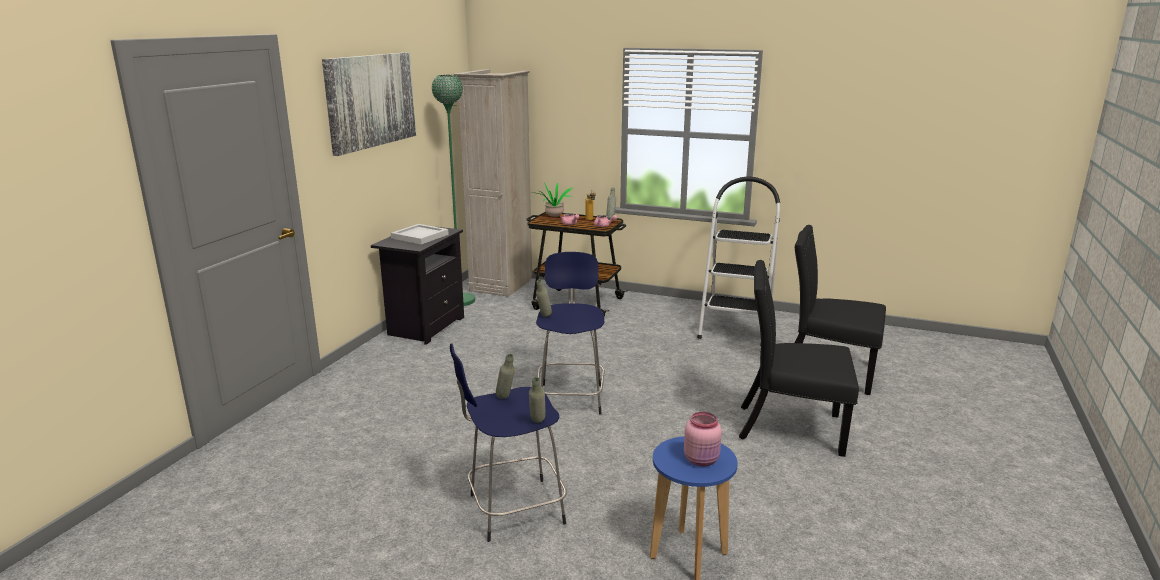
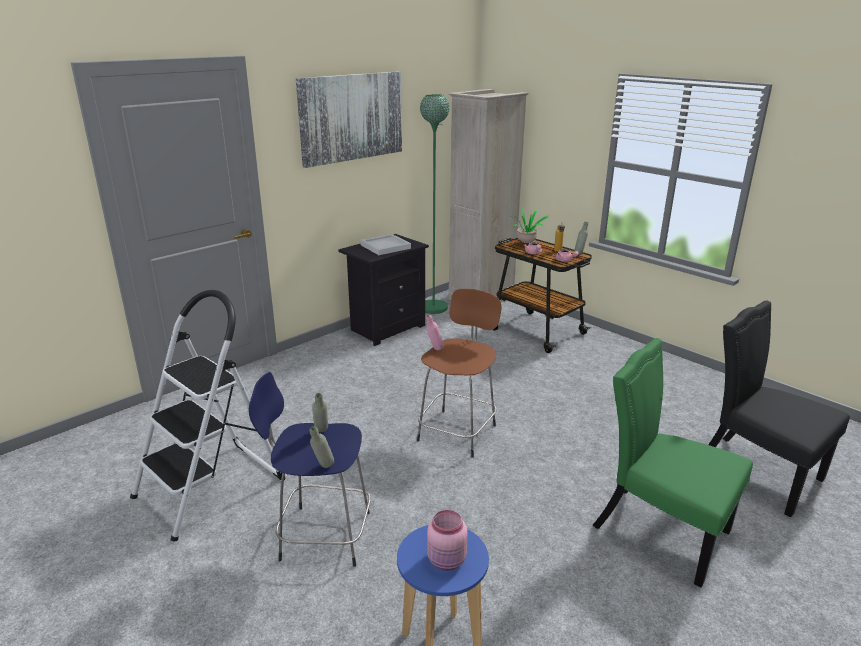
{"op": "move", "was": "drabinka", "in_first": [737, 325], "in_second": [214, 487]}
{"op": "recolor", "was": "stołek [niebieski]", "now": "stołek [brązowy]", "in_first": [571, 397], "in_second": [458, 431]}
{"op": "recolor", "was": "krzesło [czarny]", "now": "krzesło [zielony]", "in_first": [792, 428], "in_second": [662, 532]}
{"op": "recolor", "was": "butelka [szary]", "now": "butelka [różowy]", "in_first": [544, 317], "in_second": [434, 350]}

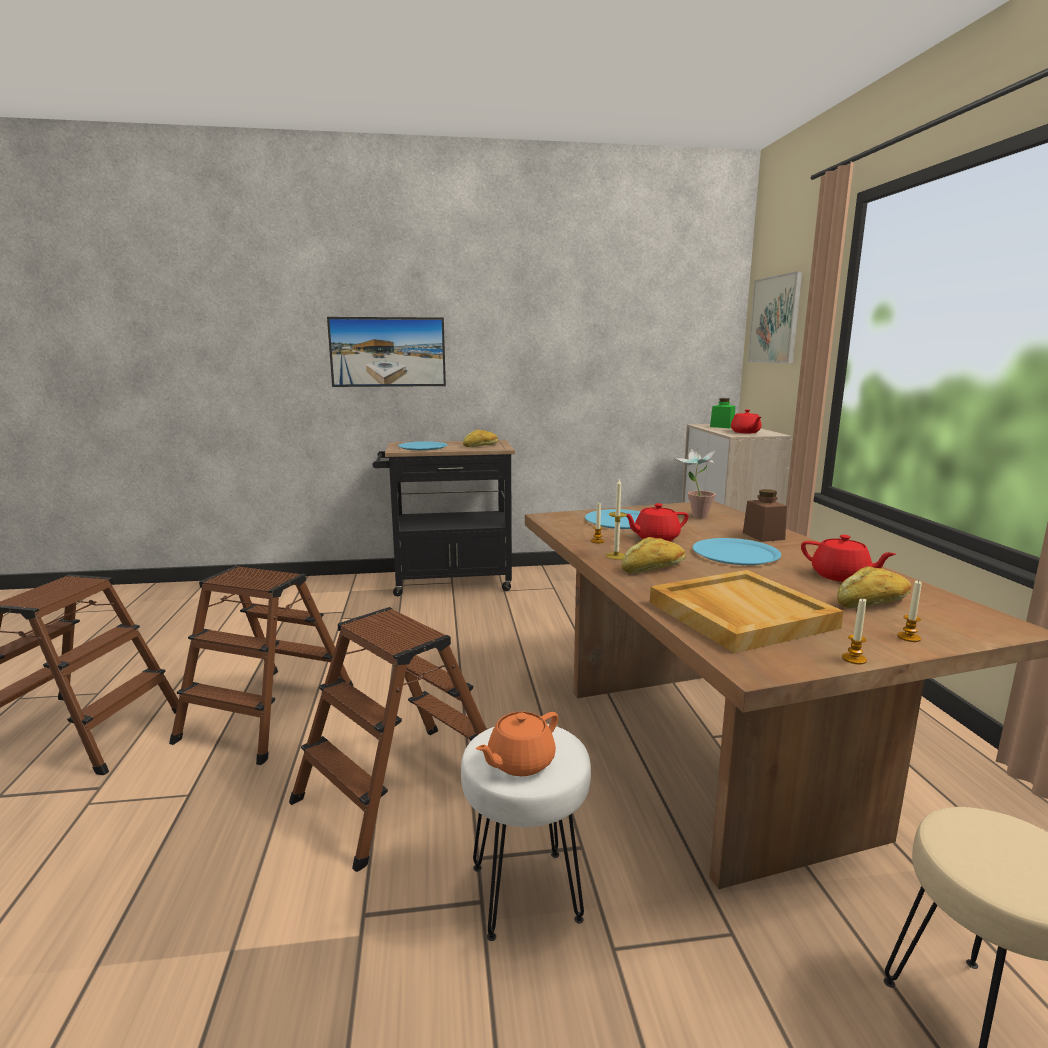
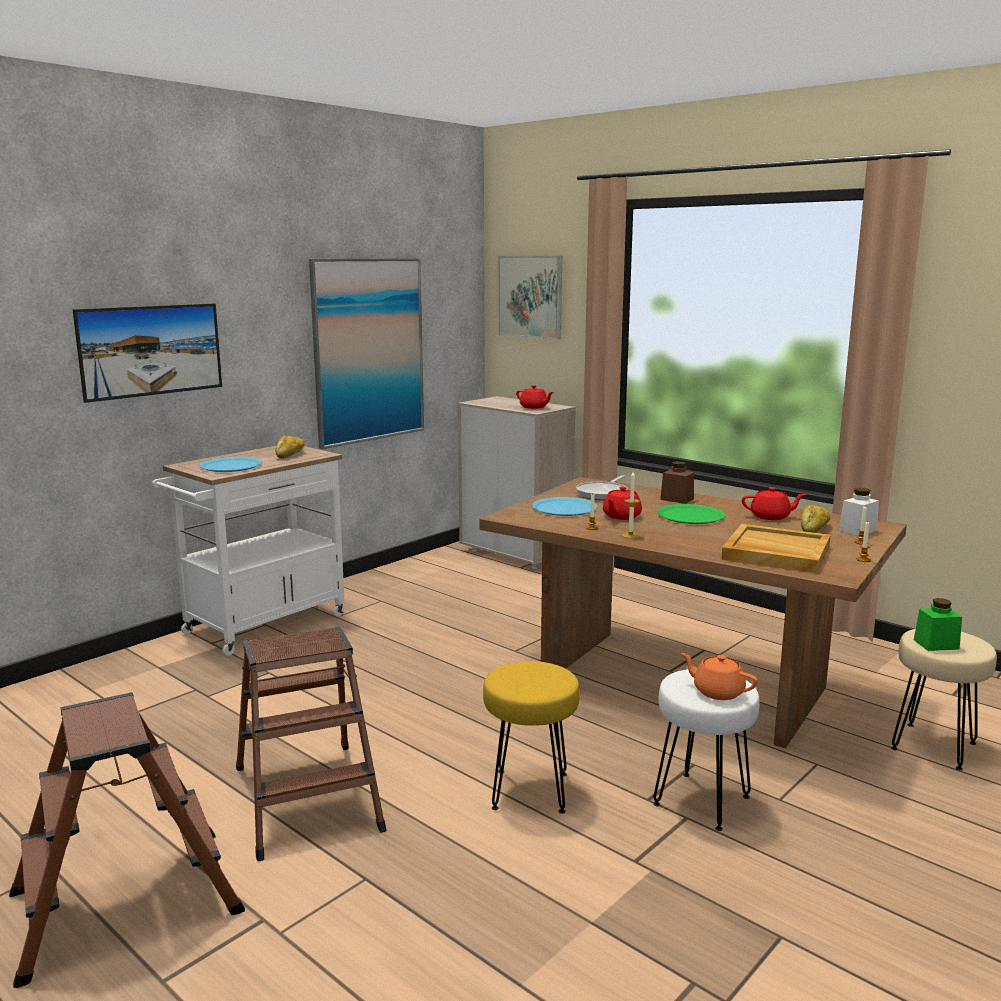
{"op": "move", "was": "słoik [zielony]", "in_first": [722, 427], "in_second": [936, 644]}
{"op": "recolor", "was": "wózek [czarny]", "now": "wózek [biały]", "in_first": [448, 582], "in_second": [261, 625]}
{"op": "replace", "was": "roślina doniczkowa", "now": "patelnia", "in_first": [694, 517], "in_second": [603, 493]}
{"op": "delete", "was": "chleb", "in_first": [653, 568]}
{"op": "recolor", "was": "talerz [niebieski]", "now": "talerz [zielony]", "in_first": [736, 553], "in_second": [691, 516]}
{"op": "replace", "was": "drabinka [brązowy]", "now": "stołek [żółty]", "in_first": [402, 789], "in_second": [531, 790]}
{"op": "rotate", "was": "imbryk [pomarańczowy]", "in_first": [519, 762], "in_second": [717, 692], "clockwise": 120}
{"op": "insert", "now": "obraz", "in_second": [368, 350]}
{"op": "insert", "now": "słoik [biały]", "in_second": [857, 530]}

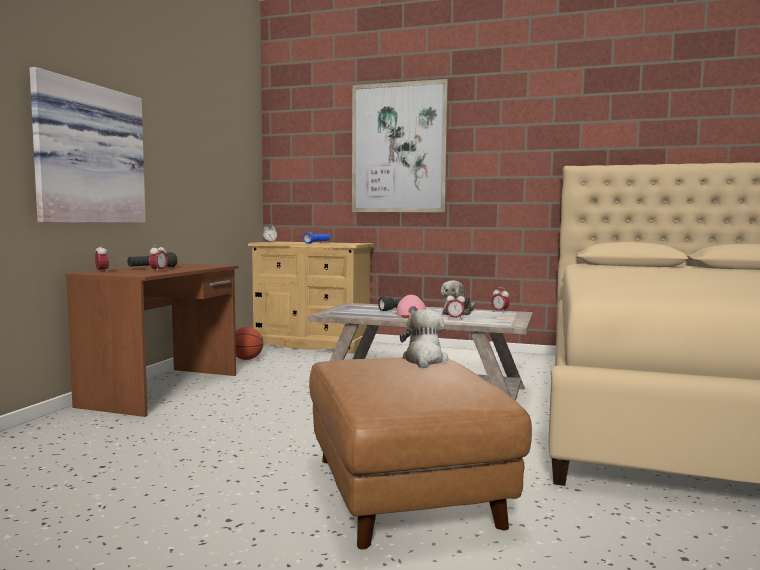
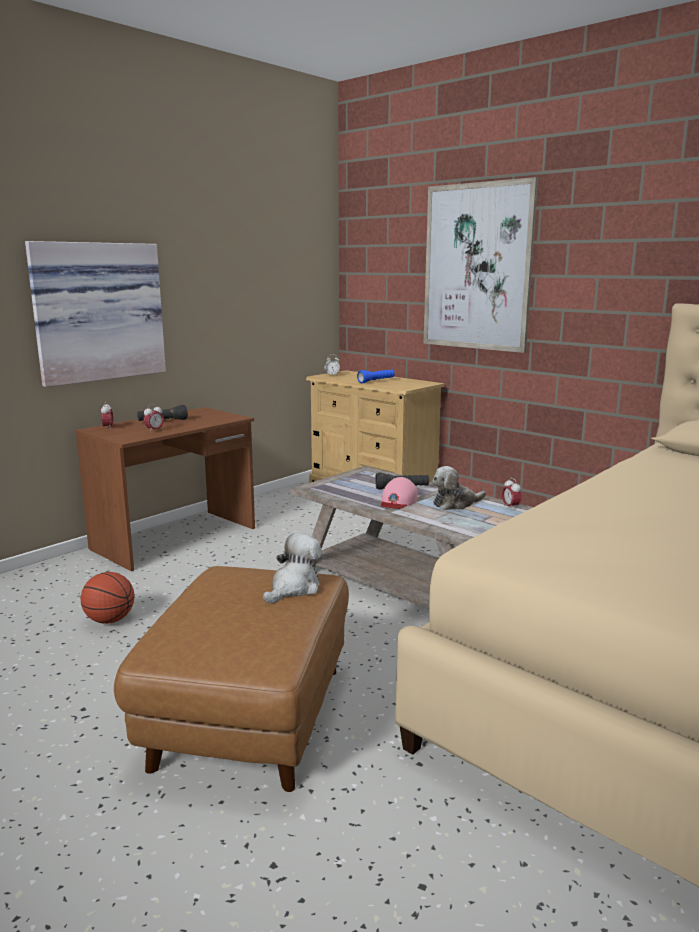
{"op": "delete", "was": "budzik", "in_first": [455, 319]}
{"op": "move", "was": "piłka do koszykówki", "in_first": [246, 359], "in_second": [110, 620]}

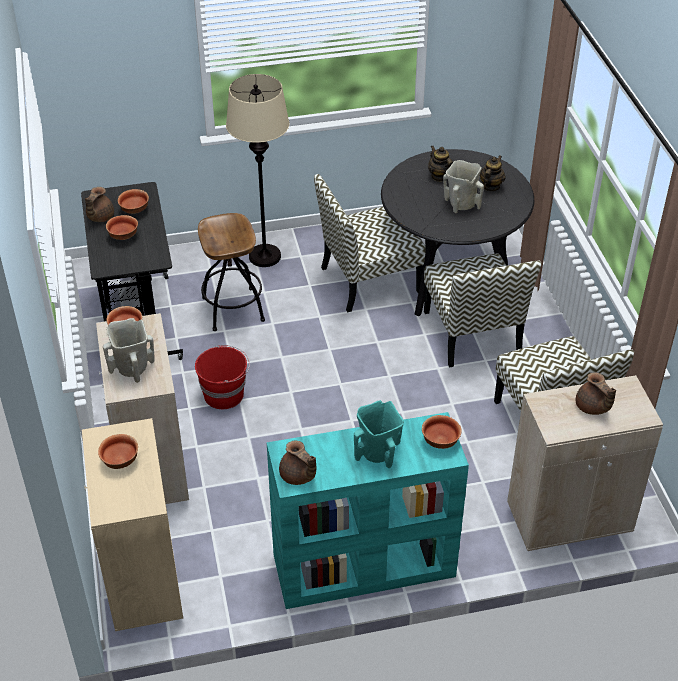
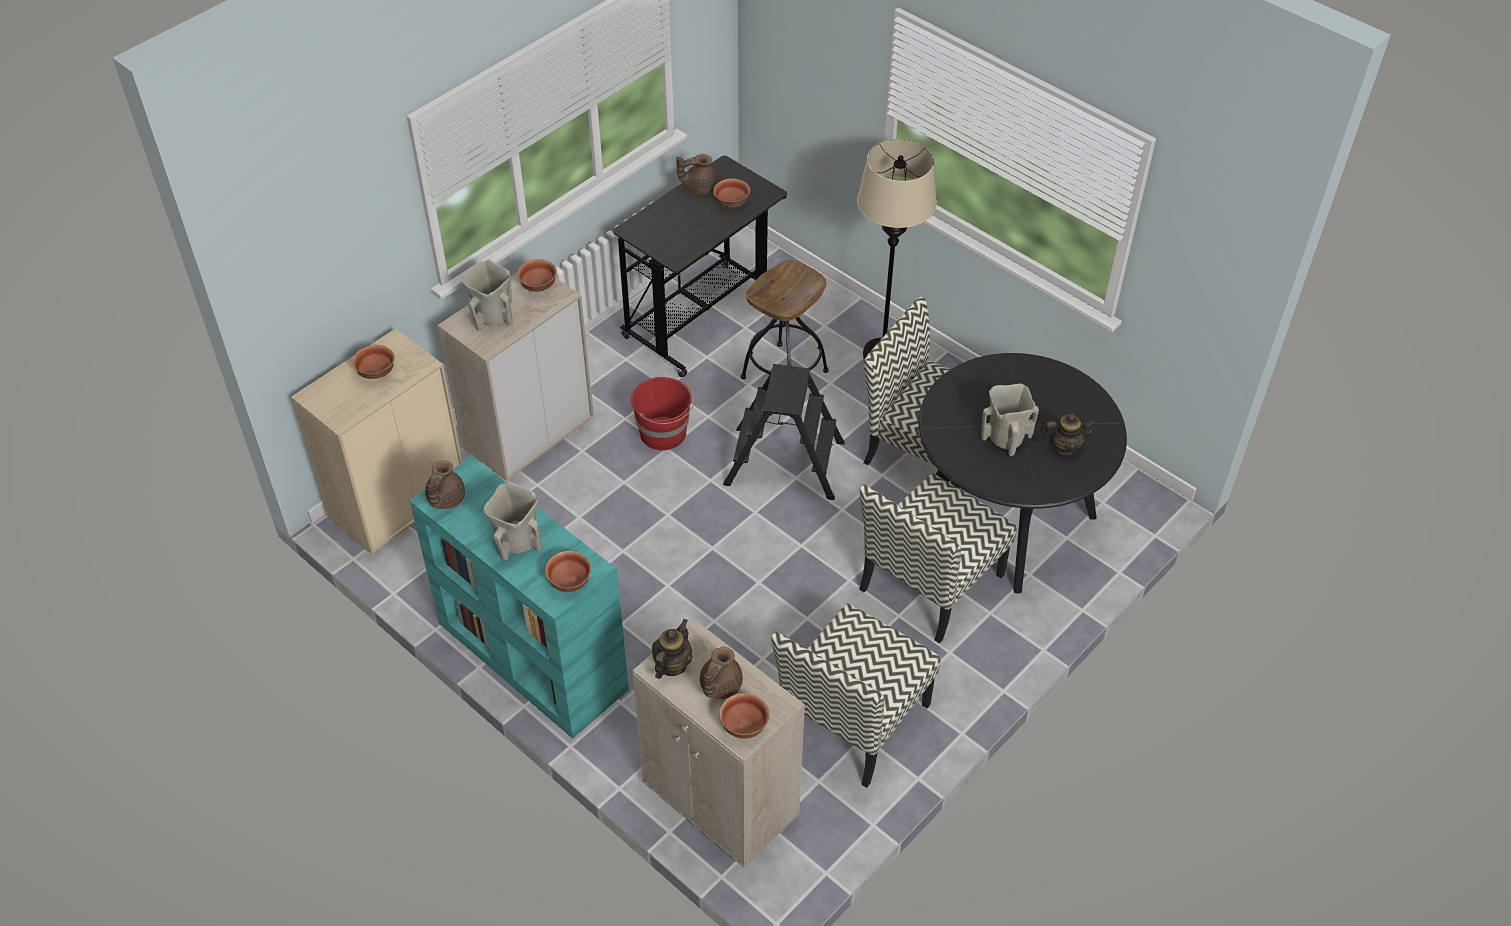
{"op": "move", "was": "imbryk", "in_first": [439, 176], "in_second": [672, 665]}
{"op": "move", "was": "miska", "in_first": [123, 236], "in_second": [744, 725]}
{"op": "recolor", "was": "wazon [turkusowy]", "now": "wazon [beżowy]", "in_first": [378, 453], "in_second": [517, 542]}
{"op": "insert", "now": "drabinka [czarny]", "in_second": [784, 463]}

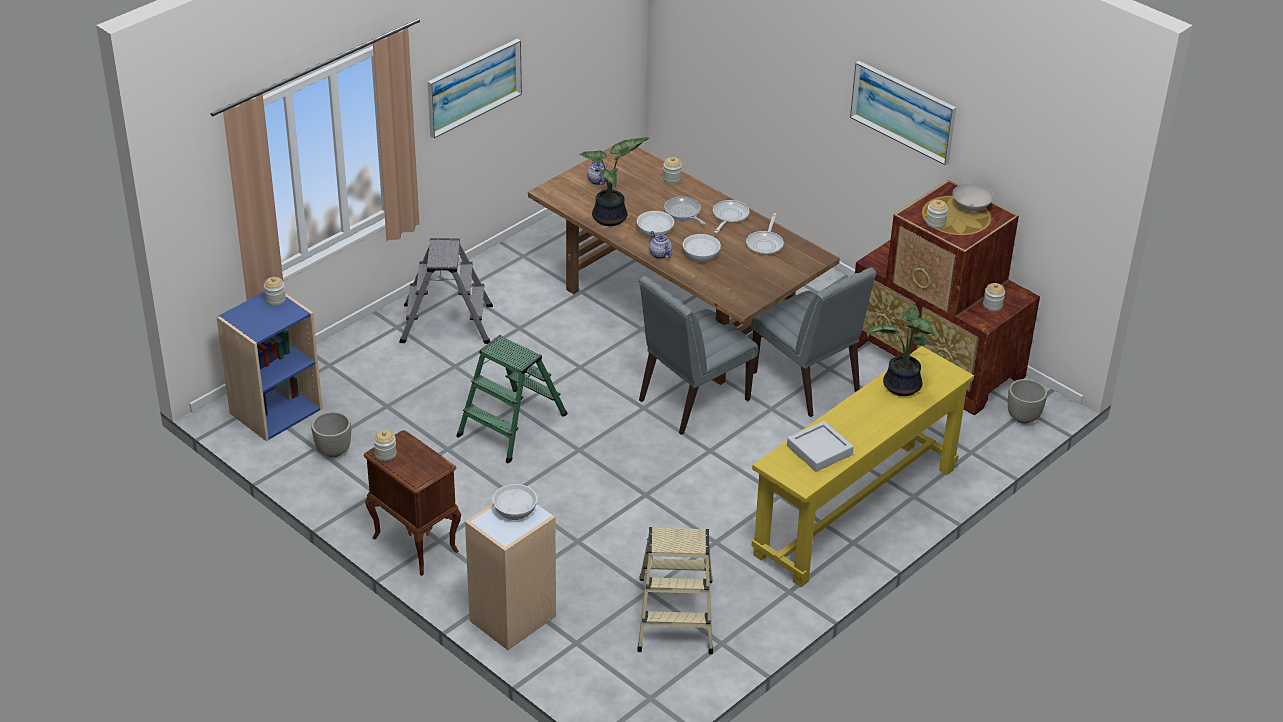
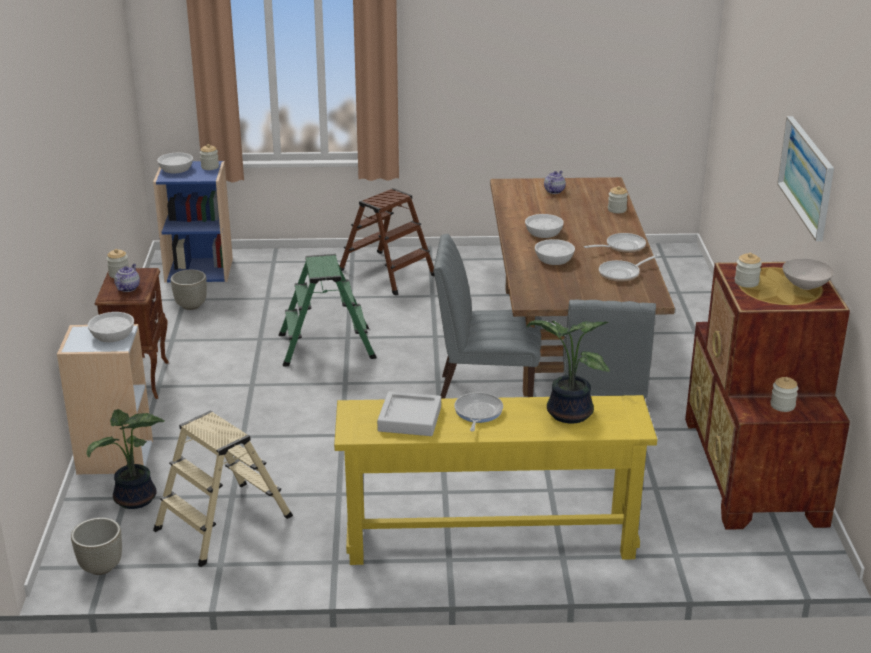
{"op": "delete", "was": "obraz", "in_first": [473, 87]}
{"op": "move", "was": "roślina doniczkowa", "in_first": [611, 218], "in_second": [135, 500]}
{"op": "move", "was": "patelnia", "in_first": [683, 212], "in_second": [477, 413]}
{"op": "move", "was": "imbryk", "in_first": [659, 254], "in_second": [128, 288]}
{"op": "recolor", "was": "drabinka [szary]", "now": "drabinka [brązowy]", "in_first": [446, 324], "in_second": [387, 272]}
{"op": "move", "was": "donica [szary]", "in_first": [1023, 417], "in_second": [100, 567]}
{"op": "insert", "now": "miska [biały]", "in_second": [175, 169]}

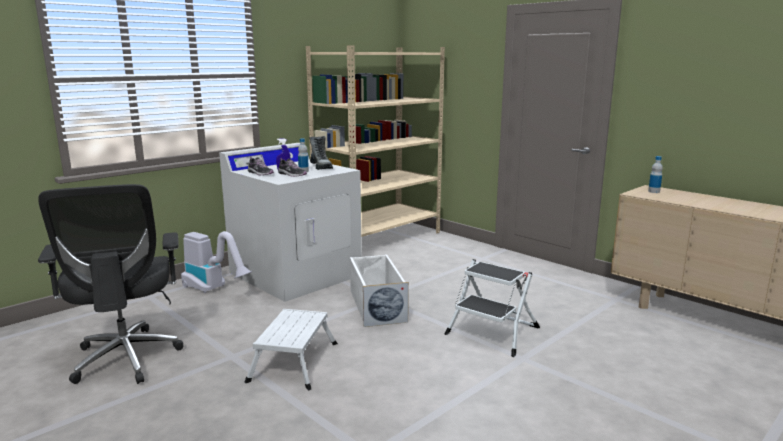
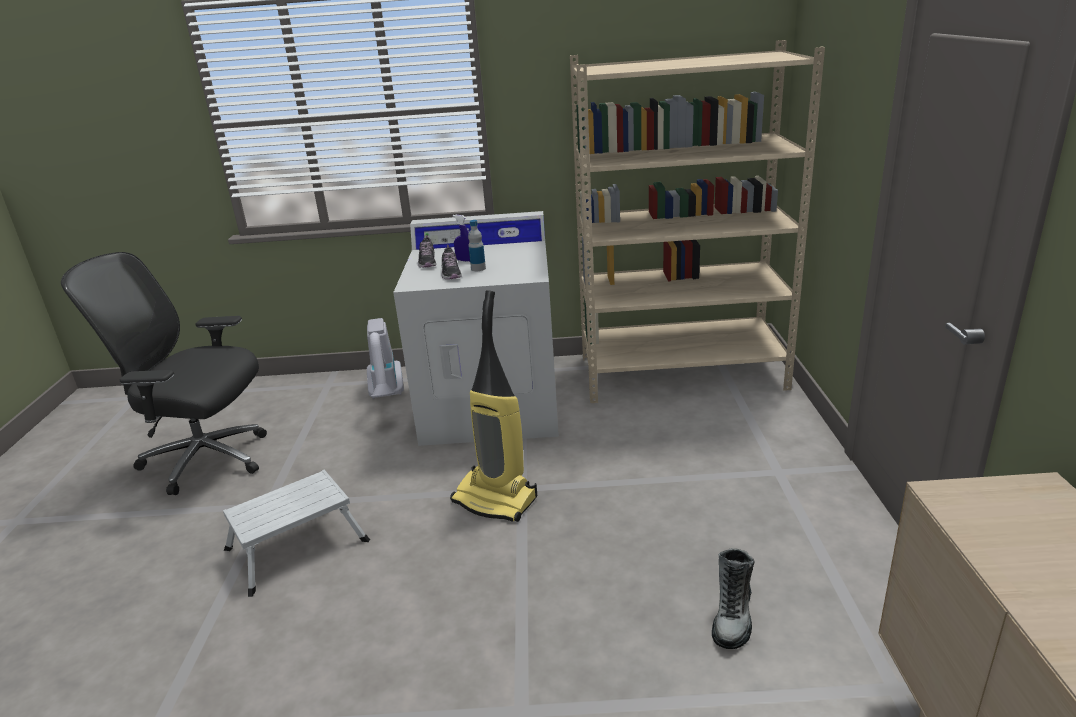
{"op": "move", "was": "but z cholewką", "in_first": [321, 167], "in_second": [732, 617]}
{"op": "delete", "was": "butelka", "in_first": [654, 191]}
{"op": "rotate", "was": "krzesło biurowe", "in_first": [126, 356], "in_second": [208, 460], "clockwise": 75}
{"op": "replace", "was": "pojemnik do przechowywania [biały]", "now": "odkurzacz", "in_first": [376, 305], "in_second": [496, 499]}
{"op": "delete", "was": "drabinka", "in_first": [493, 332]}

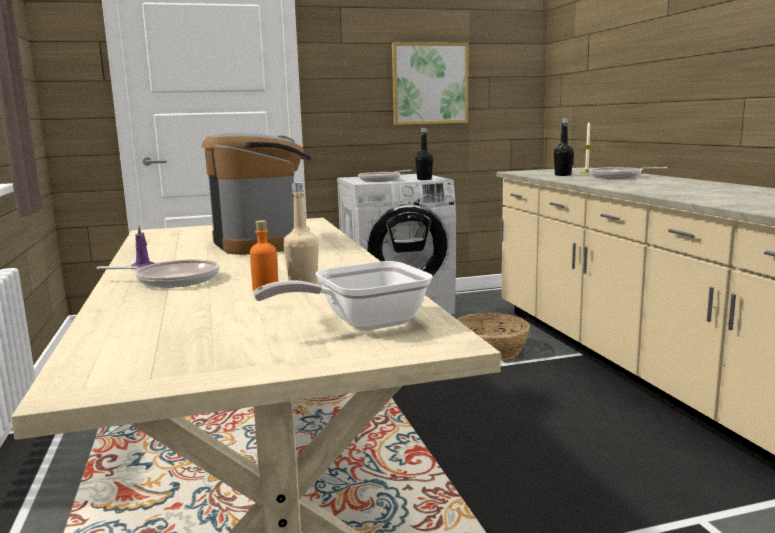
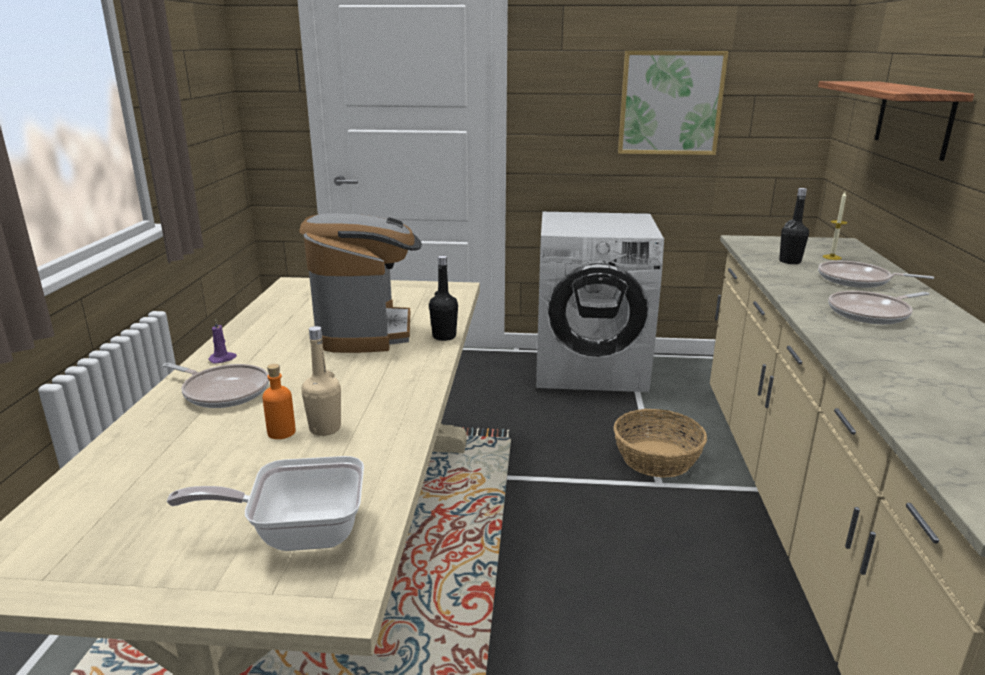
{"op": "move", "was": "butelka [czarny]", "in_first": [424, 179], "in_second": [444, 336]}
{"op": "move", "was": "patelnia", "in_first": [382, 180], "in_second": [872, 313]}
{"op": "insert", "now": "półka", "in_second": [913, 118]}

